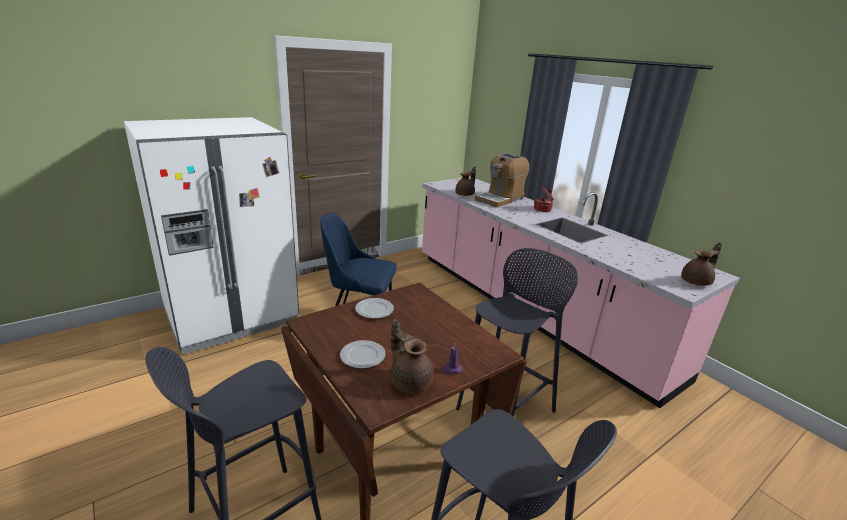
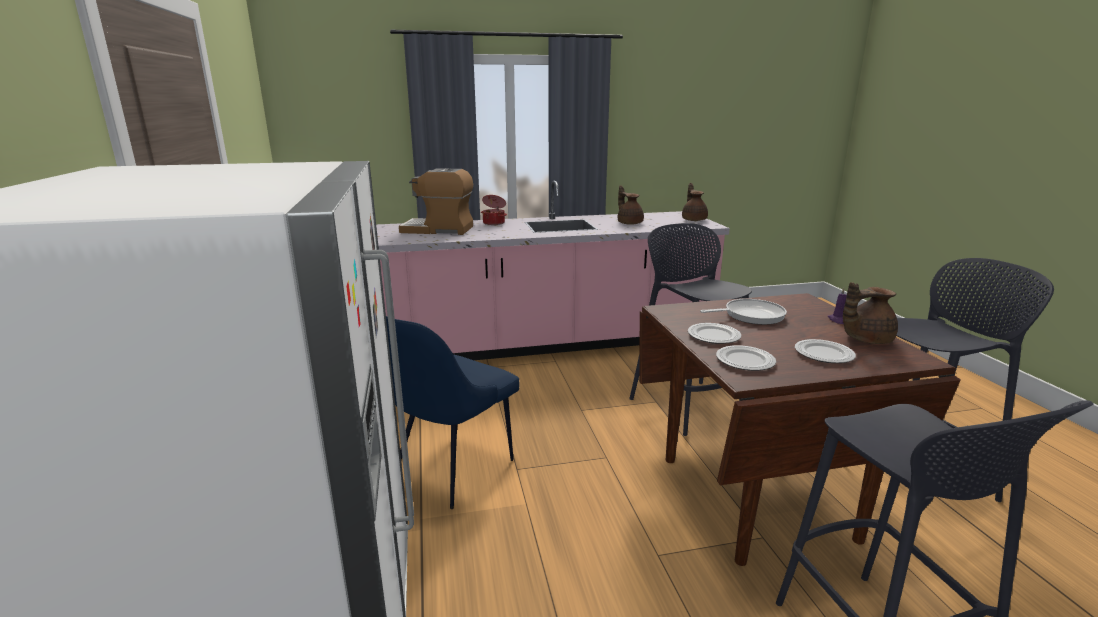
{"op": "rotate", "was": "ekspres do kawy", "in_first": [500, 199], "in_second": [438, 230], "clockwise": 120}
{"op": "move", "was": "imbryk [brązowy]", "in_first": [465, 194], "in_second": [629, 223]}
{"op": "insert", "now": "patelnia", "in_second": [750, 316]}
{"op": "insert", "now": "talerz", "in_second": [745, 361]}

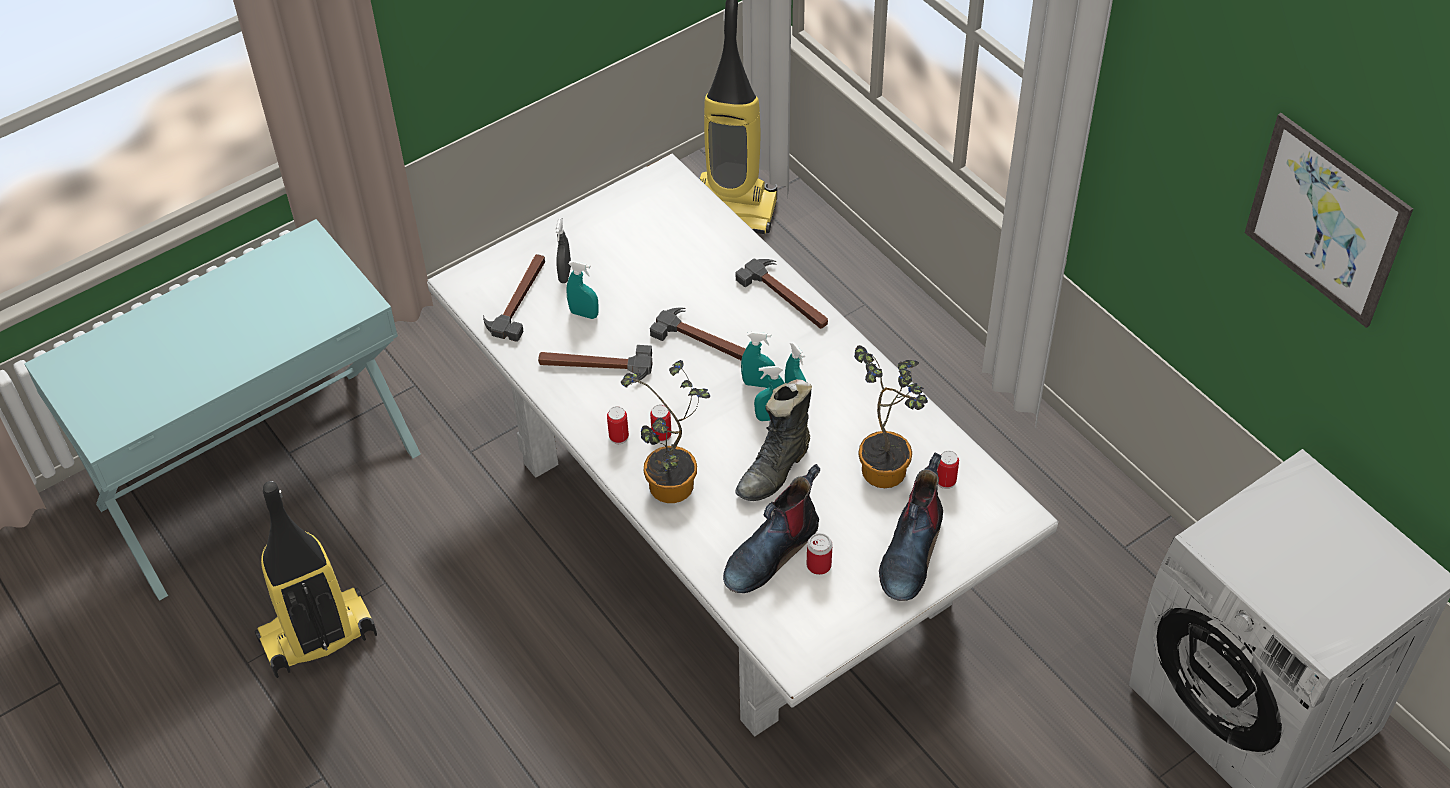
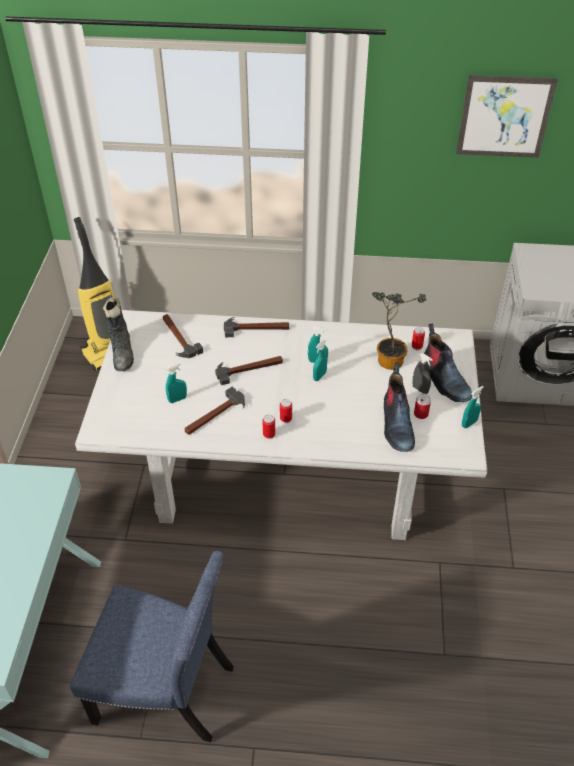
{"op": "move", "was": "spryskiwacz [szary]", "in_first": [565, 274], "in_second": [420, 389]}
{"op": "move", "was": "młotek", "in_first": [519, 299], "in_second": [178, 338]}
{"op": "move", "was": "spryskiwacz [turkusowy]", "in_first": [758, 383], "in_second": [469, 423]}
{"op": "delete", "was": "roślina doniczkowa", "in_first": [670, 492]}
{"op": "move", "was": "but z cholewką [czarny]", "in_first": [776, 469], "in_second": [122, 353]}
{"op": "replace", "was": "odkurzacz", "now": "krzesło [niebieski]", "in_first": [317, 638], "in_second": [162, 689]}

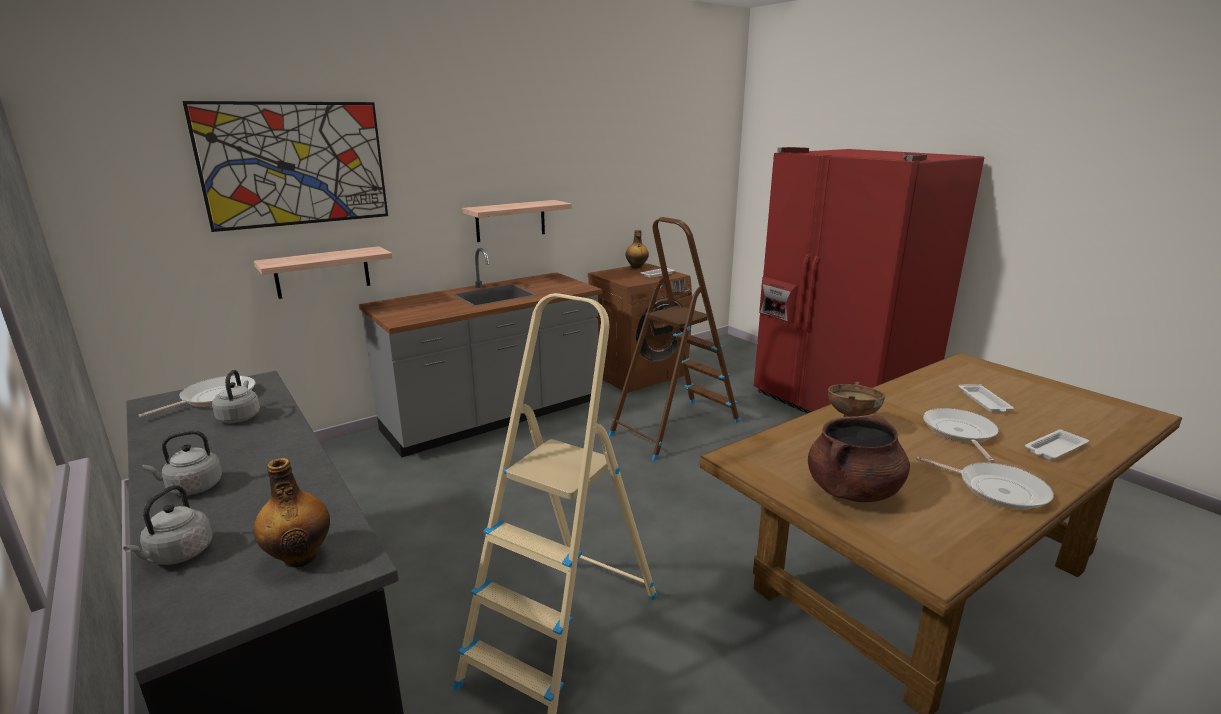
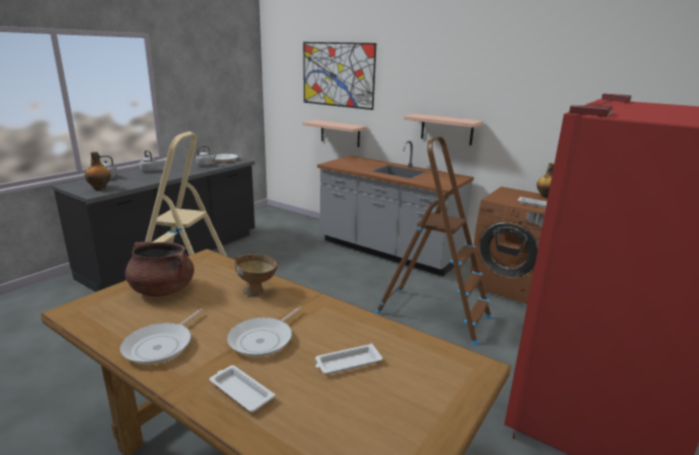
{"op": "rotate", "was": "patelnia", "in_first": [959, 433], "in_second": [263, 339], "clockwise": 135}

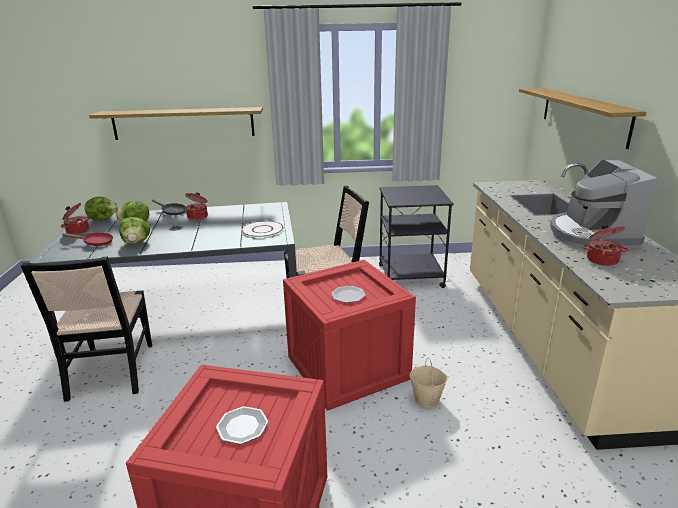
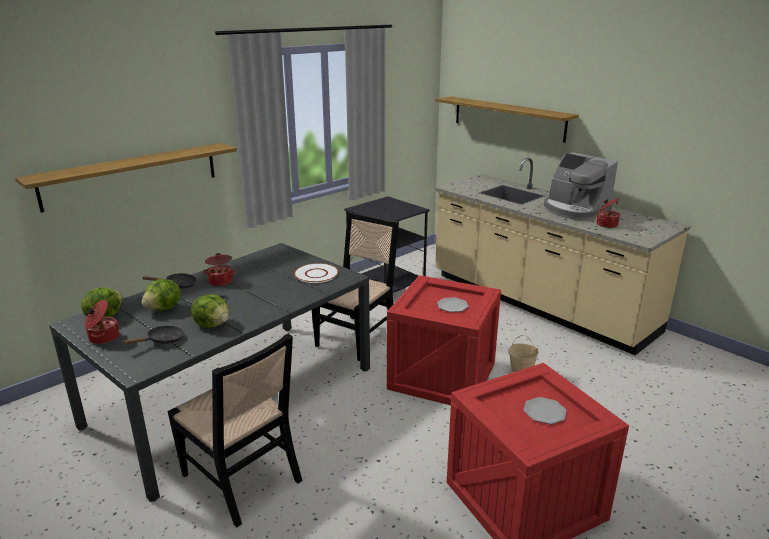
{"op": "recolor", "was": "patelnia [czerwony]", "now": "patelnia [czarny]", "in_first": [95, 243], "in_second": [162, 341]}

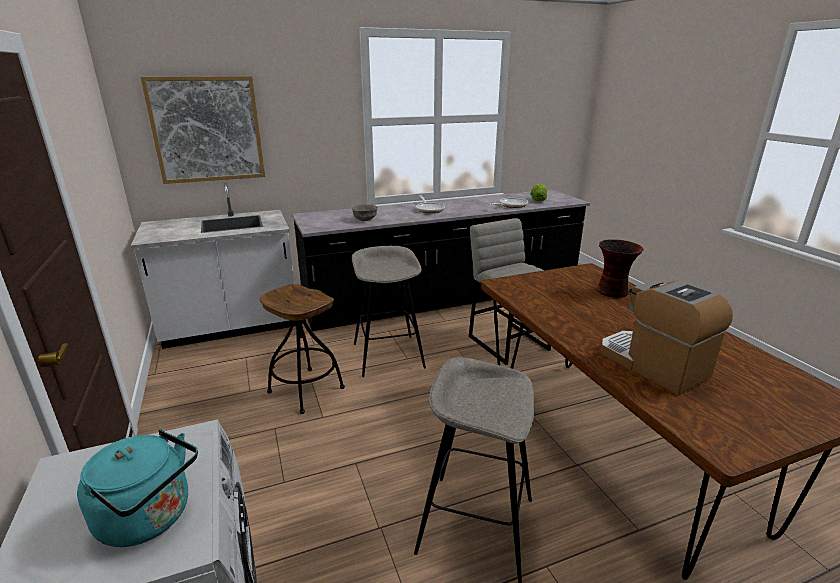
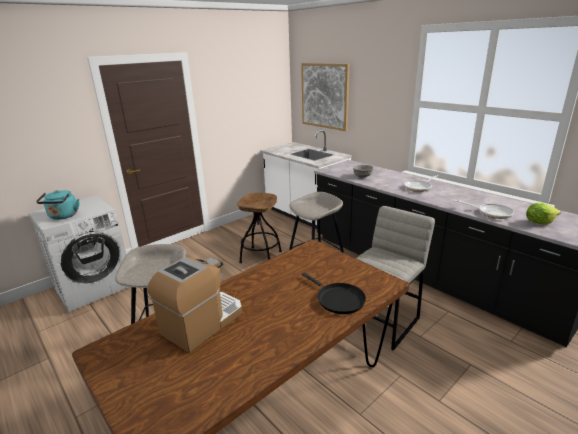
{"op": "replace", "was": "wazon", "now": "patelnia [czarny]", "in_first": [613, 292], "in_second": [338, 299]}

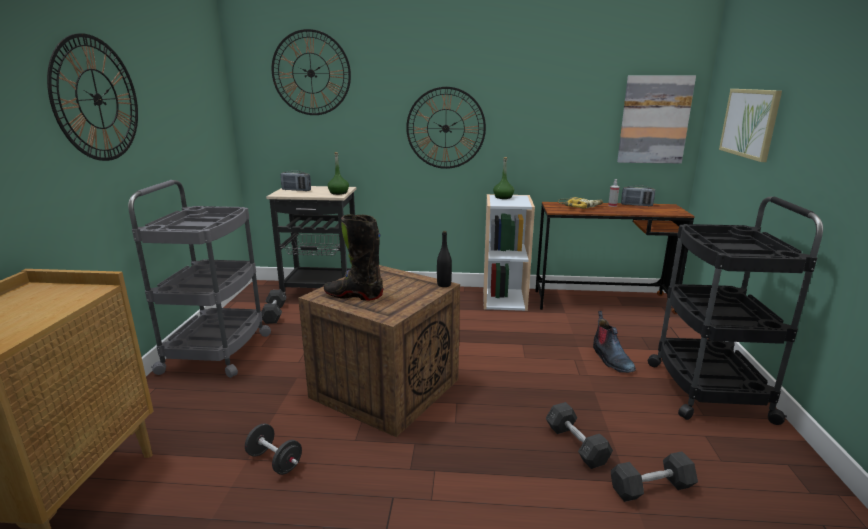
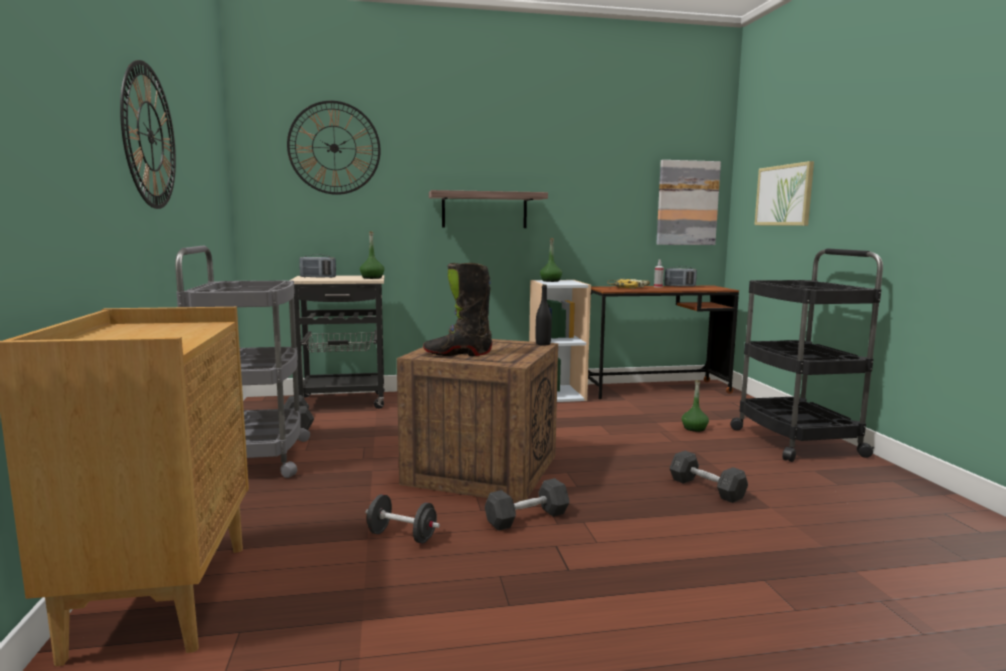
{"op": "replace", "was": "zegar ścienny", "now": "półka", "in_first": [445, 128], "in_second": [484, 210]}
{"op": "replace", "was": "but z cholewką", "now": "butelka [zielony]", "in_first": [610, 359], "in_second": [694, 428]}
{"op": "move", "was": "hantel [szary]", "in_first": [651, 488], "in_second": [527, 518]}

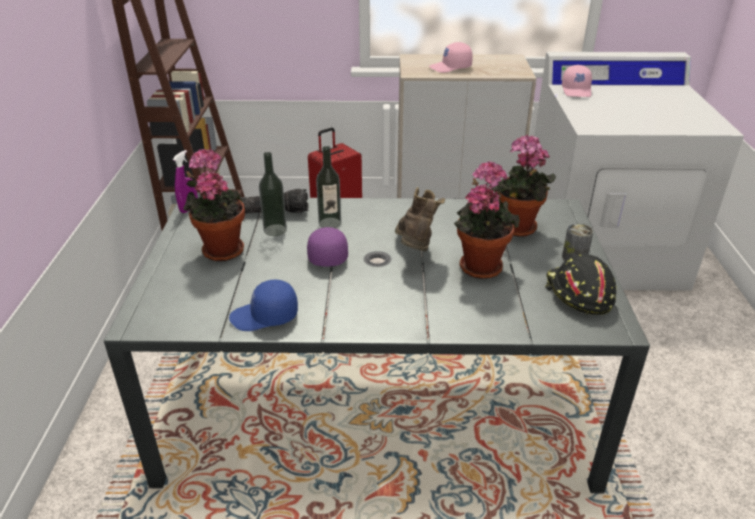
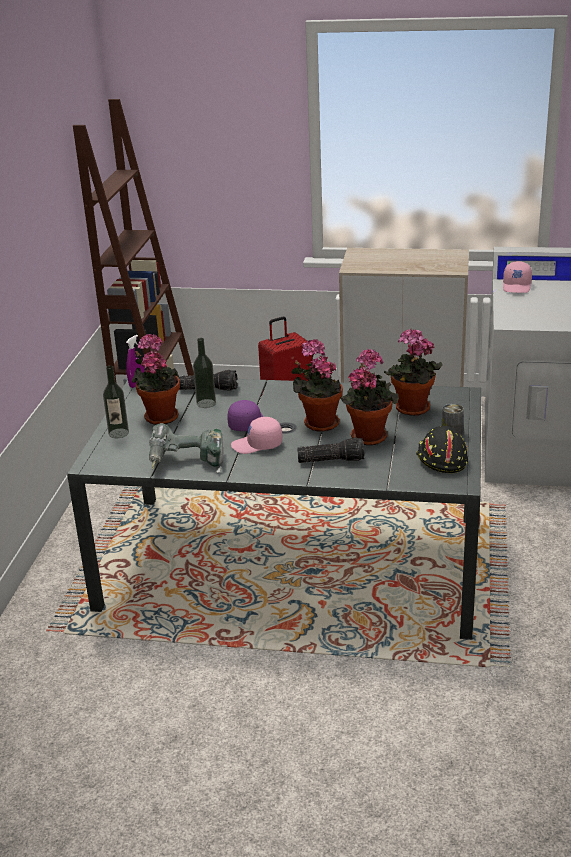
{"op": "move", "was": "czapka z daszkiem [różowy]", "in_first": [451, 67], "in_second": [257, 445]}
{"op": "move", "was": "butelka", "in_first": [330, 223], "in_second": [118, 433]}
{"op": "replace", "was": "but z cholewką [brązowy]", "now": "roślina doniczkowa", "in_first": [415, 251], "in_second": [318, 423]}
{"op": "replace", "was": "czapka z daszkiem [niebieski]", "now": "wiertarka", "in_first": [265, 317], "in_second": [187, 464]}
{"op": "insert", "now": "latarka", "in_second": [331, 460]}

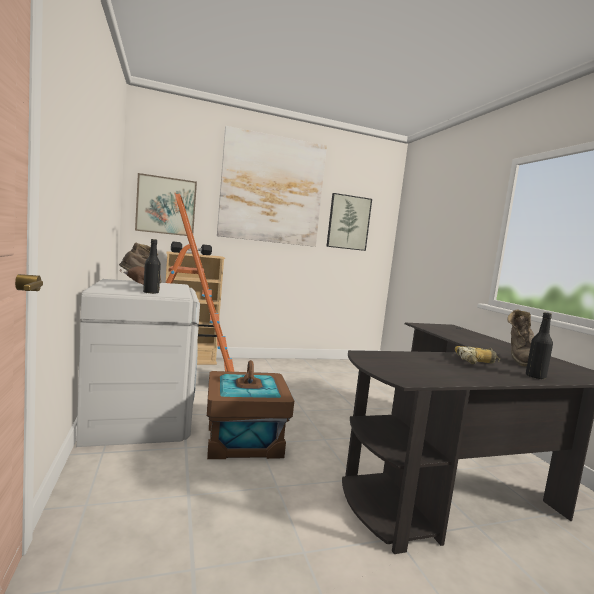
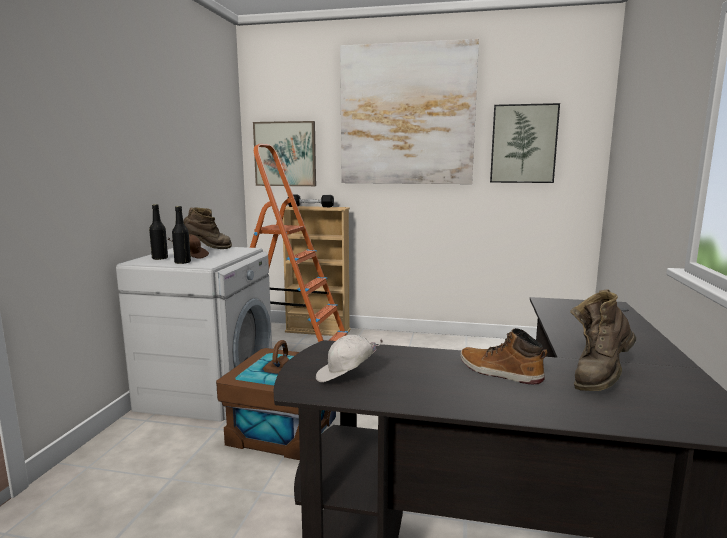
{"op": "move", "was": "butelka [czarny]", "in_first": [535, 377], "in_second": [160, 258]}
{"op": "replace", "was": "wiertarka", "now": "but z cholewką", "in_first": [478, 361], "in_second": [499, 372]}
{"op": "insert", "now": "czapka z daszkiem [biały]", "in_second": [346, 376]}

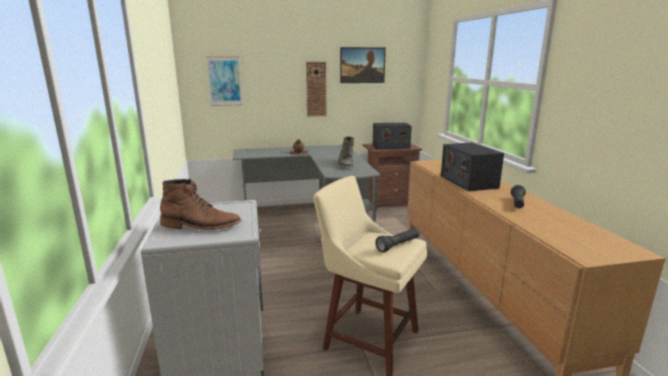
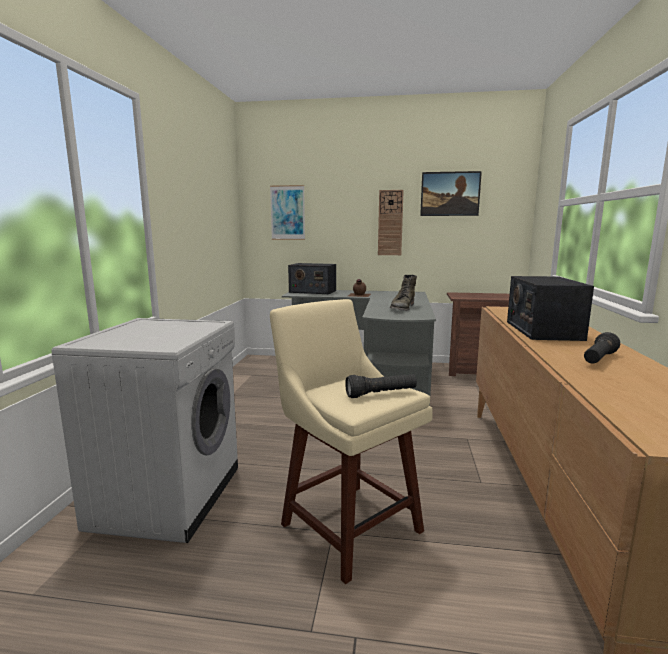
{"op": "move", "was": "radio", "in_first": [390, 146], "in_second": [312, 291]}
{"op": "delete", "was": "but z cholewką [brązowy]", "in_first": [201, 226]}

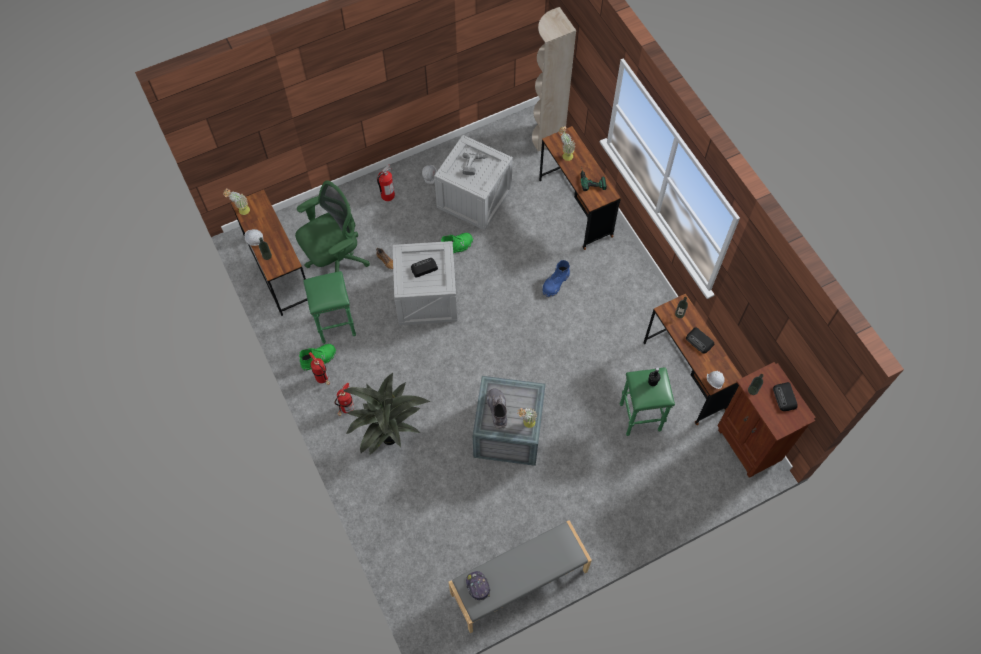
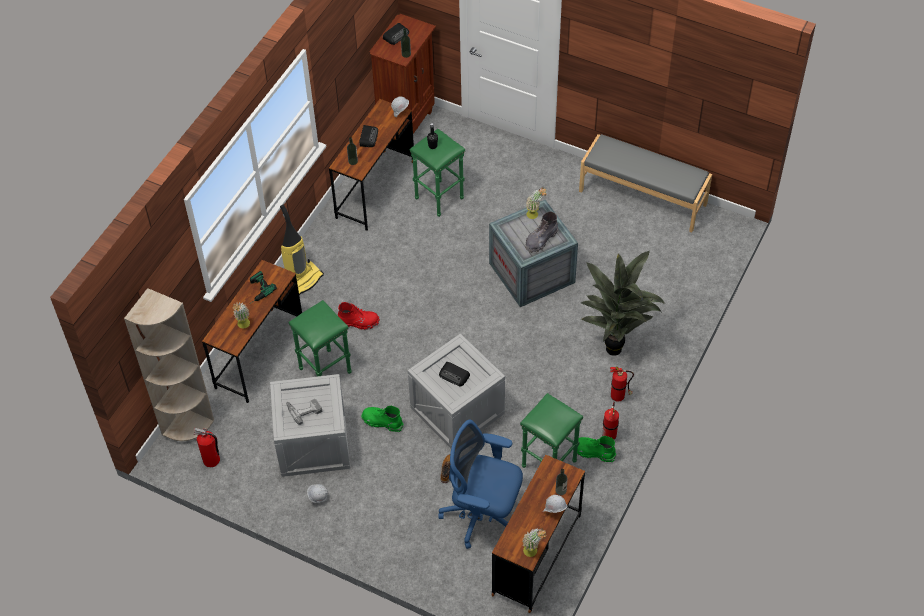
{"op": "move", "was": "gaśnica", "in_first": [387, 195], "in_second": [211, 460]}
{"op": "recolor", "was": "krzesło biurowe [zielony]", "now": "krzesło biurowe [niebieski]", "in_first": [335, 261], "in_second": [484, 513]}
{"op": "recolor", "was": "but z cholewką [niebieski]", "now": "but z cholewką [czerwony]", "in_first": [555, 283], "in_second": [359, 322]}
{"op": "delete", "was": "czapka z daszkiem", "in_first": [477, 586]}
{"op": "insert", "now": "odkurzacz", "in_second": [302, 279]}
{"op": "insert", "now": "stołek [zielony]", "in_second": [325, 371]}

